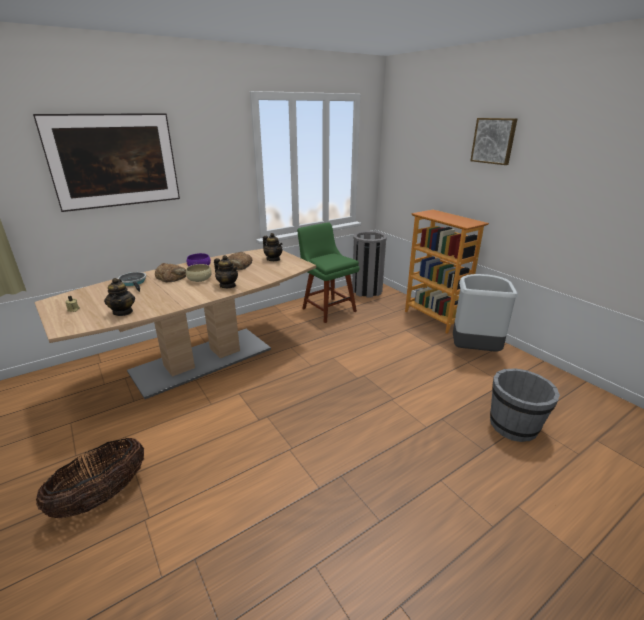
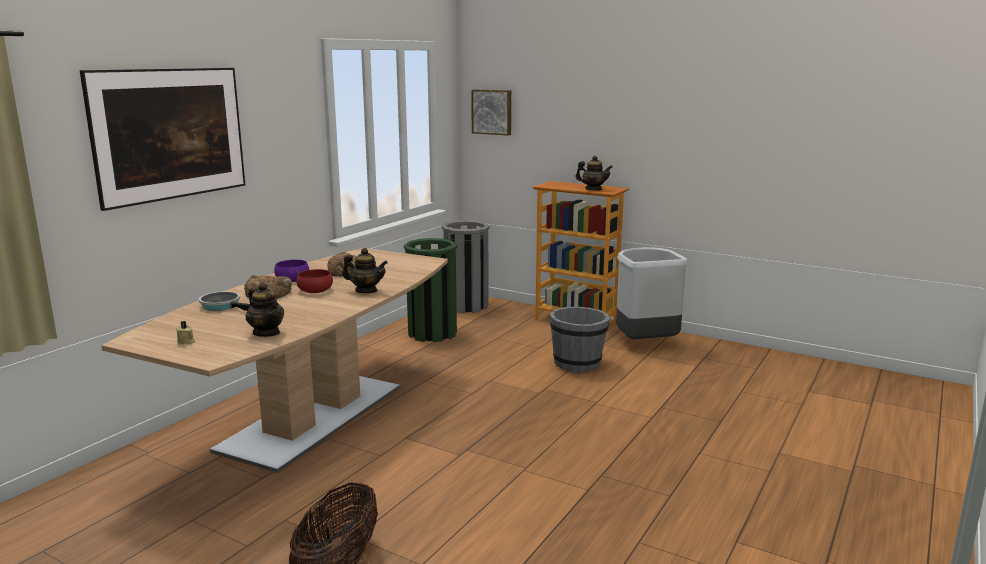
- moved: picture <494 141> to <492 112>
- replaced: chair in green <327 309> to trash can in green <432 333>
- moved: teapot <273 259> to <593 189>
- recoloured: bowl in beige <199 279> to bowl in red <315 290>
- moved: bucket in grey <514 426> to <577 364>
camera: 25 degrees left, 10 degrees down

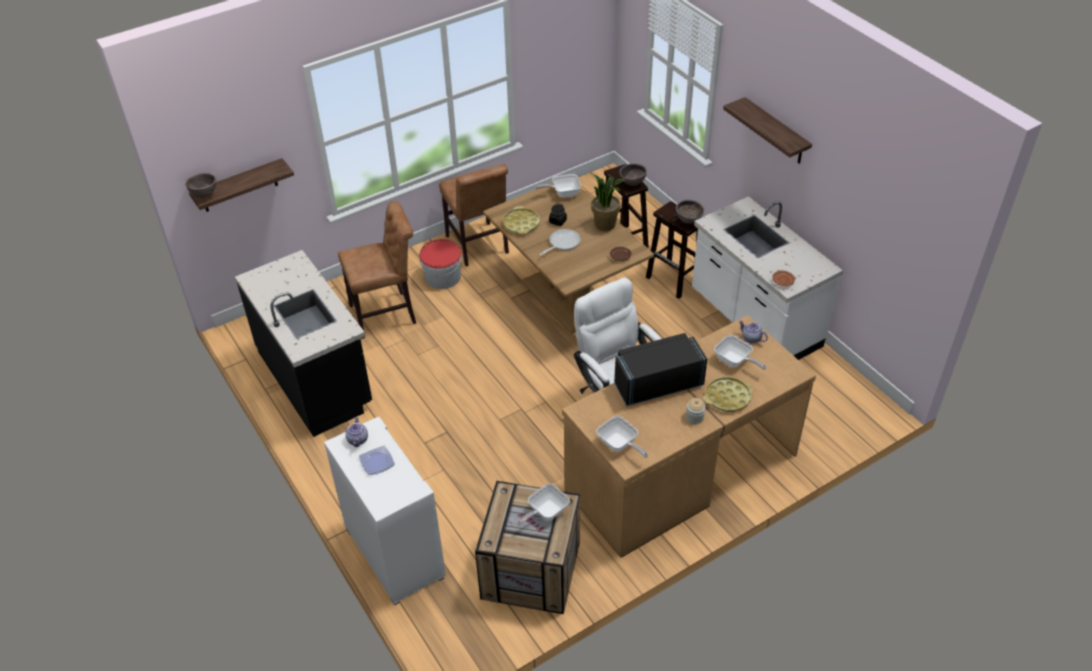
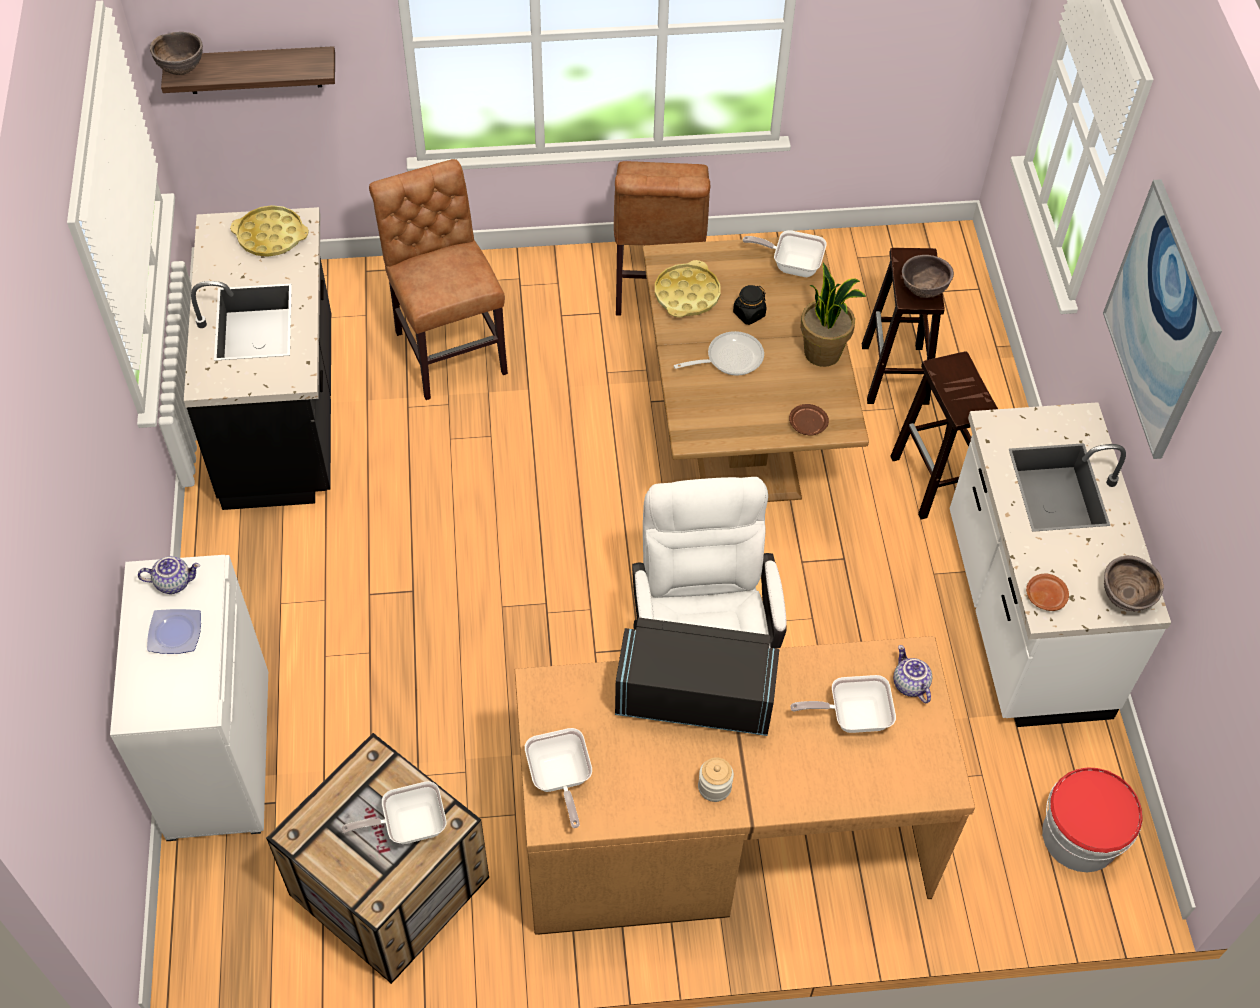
- replaced: shelf <775 132> to picture <1161 321>
- moved: bowl in brown <688 221> to <1125 599>
- turned: chair in brown <386 314> = <448 348> 120 degrees counterclockwise
- moved: bucket <442 276> to <1080 835>
- turned: frying pan <735 362> = <851 716> 105 degrees clockwise
- moved: tray in yellow <727 397> to <271 236>
- turned: teapot <358 440> = <174 582> 120 degrees counterclockwise
camera: 25 degrees right, 10 degrees up

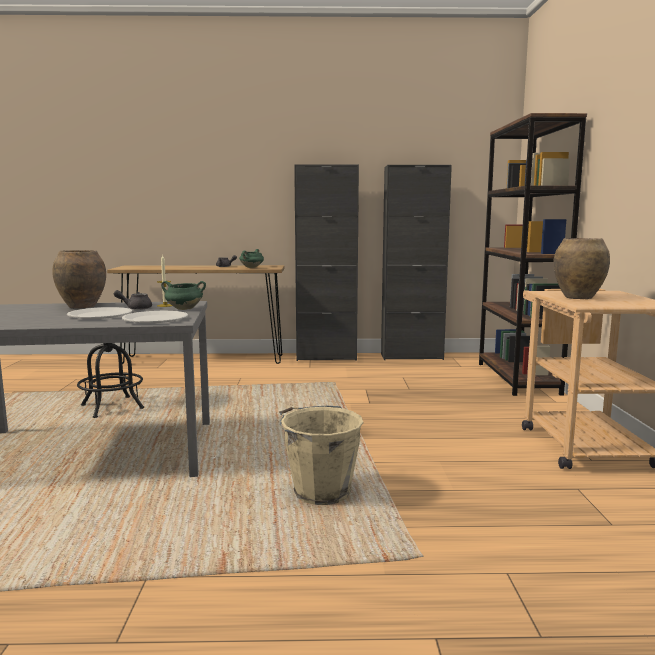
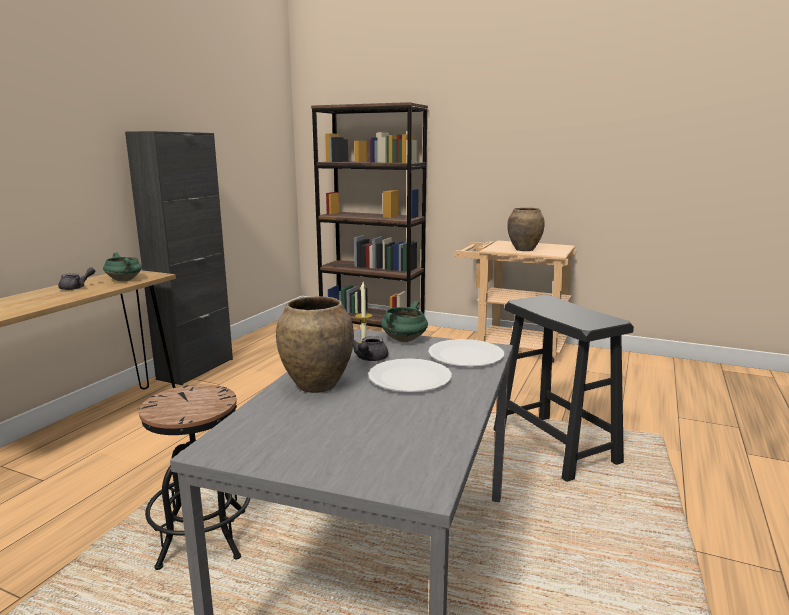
- removed: cabinet in black <411 356>
- replaced: bucket in beige <320 492> to stool in black <555 446>
camera: 65 degrees left, 5 degrees up

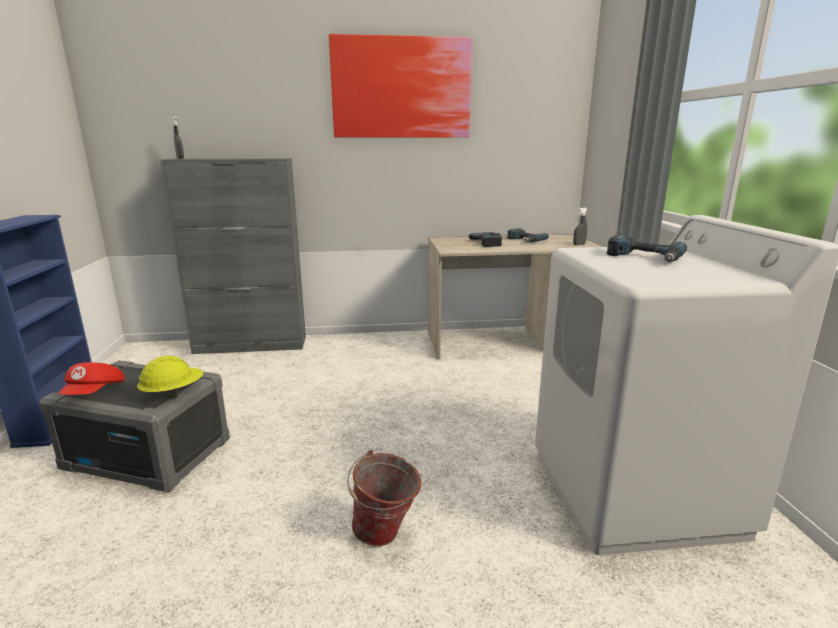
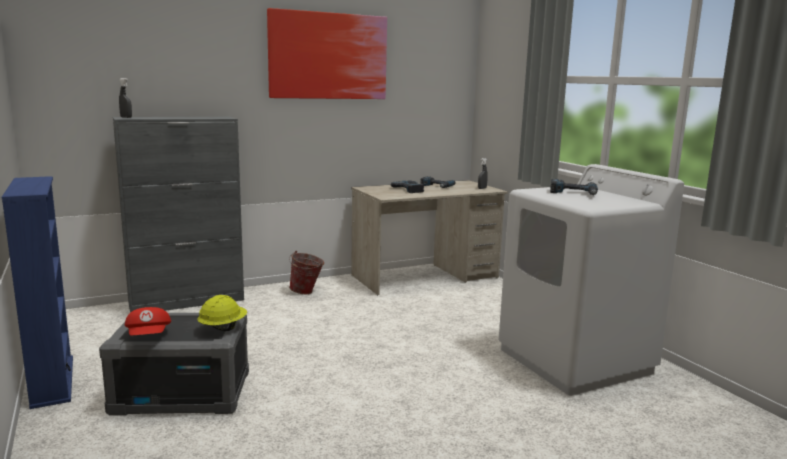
- moved: bucket <385 536> to <306 292>
camera: 20 degrees left, 5 degrees down

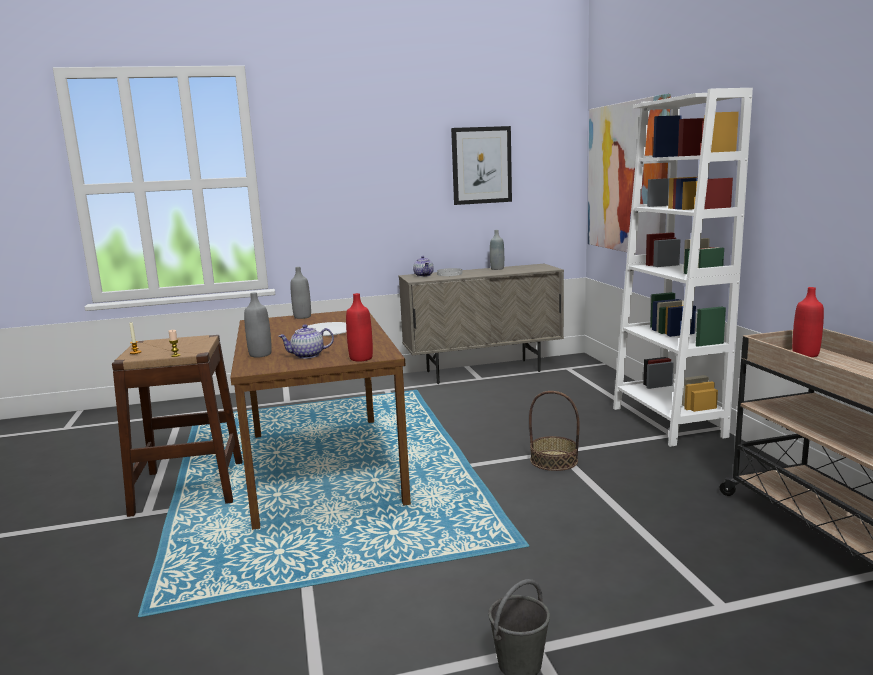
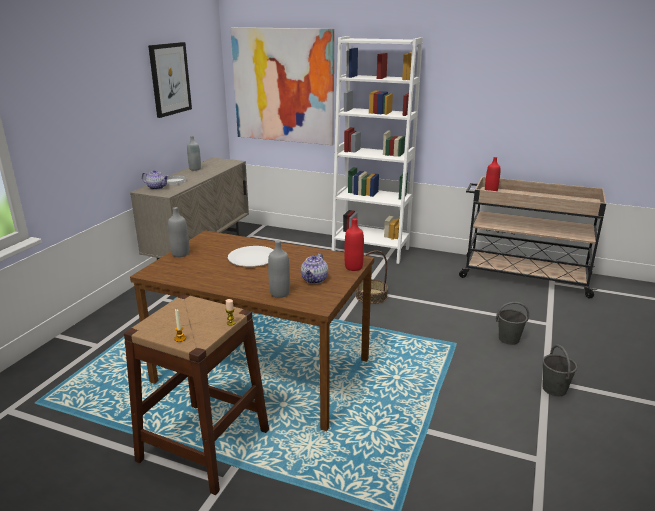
- added: bucket in grey <508 339>
camera: 55 degrees left, 10 degrees up

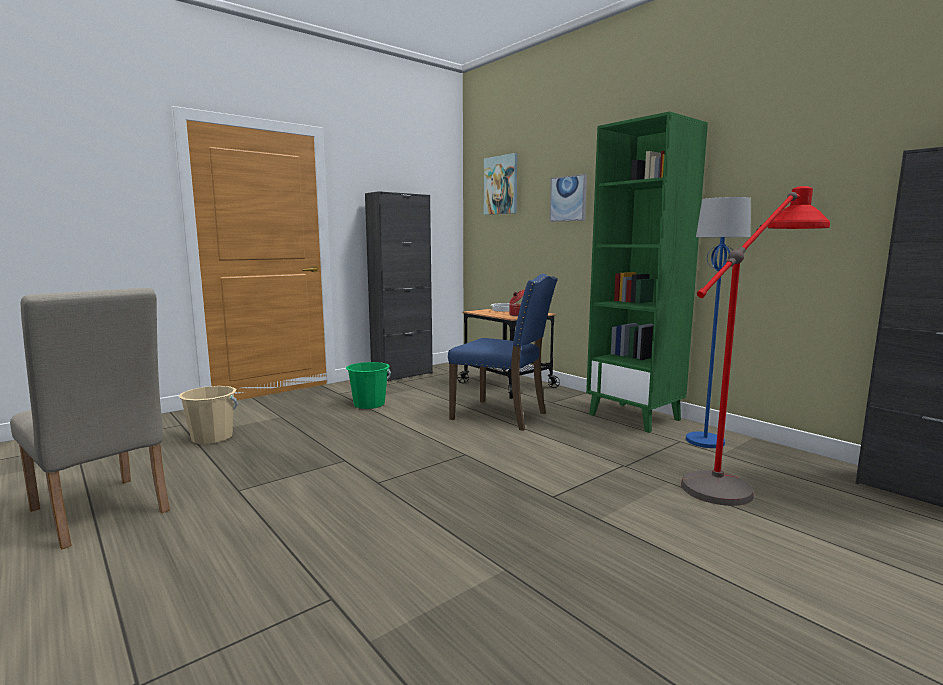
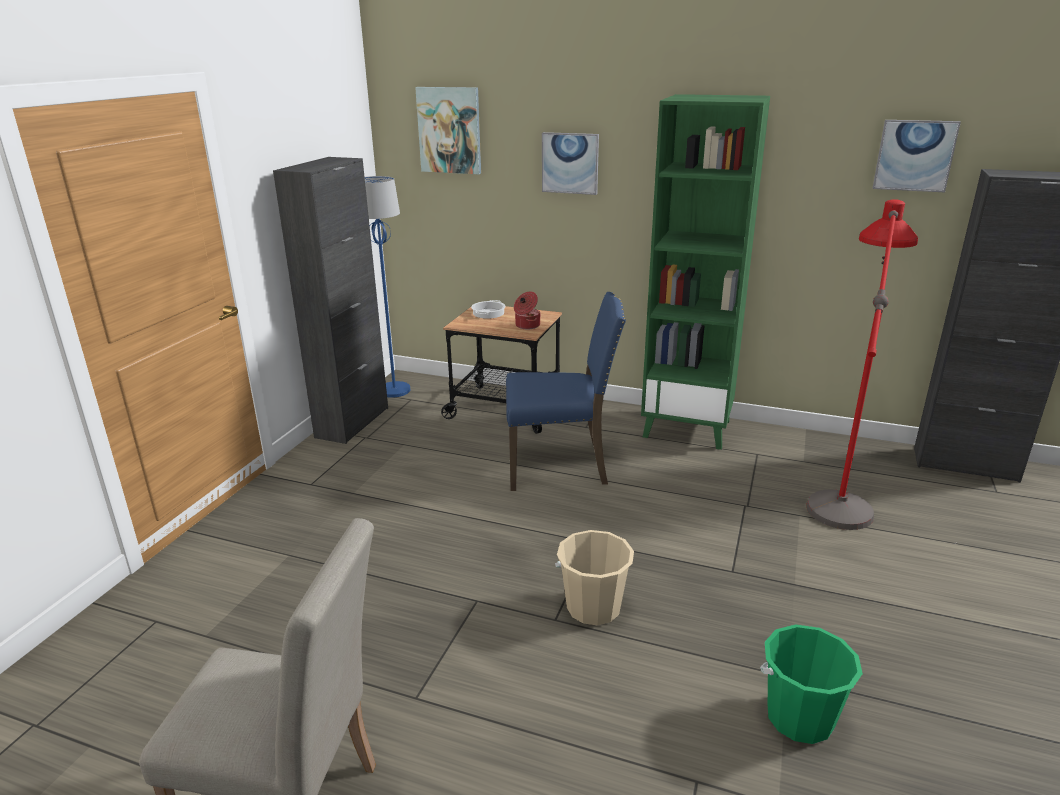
- moved: floor lamp in blue <704 441> to <394 390>
- moved: bucket in green <369 404> to <799 718>
- moved: bucket in beige <212 438> to <593 607>
- added: picture <914 155>
camera: 30 degrees left, 15 degrees up

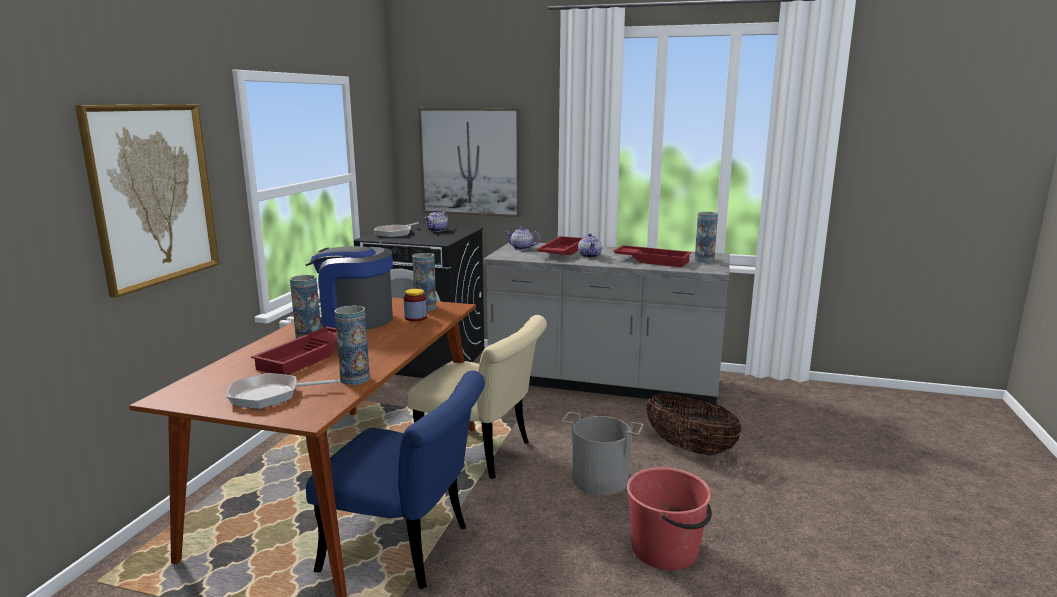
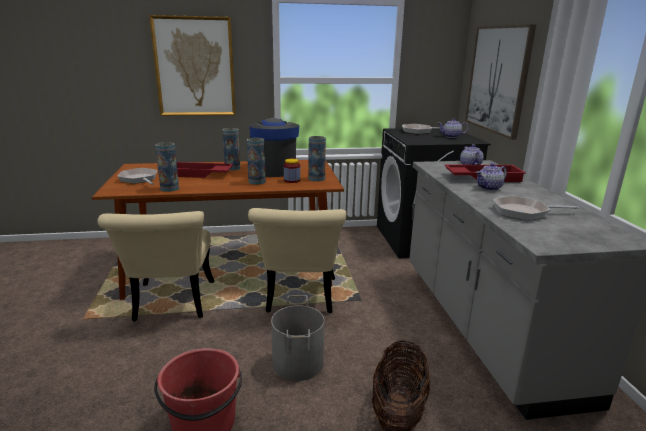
- moved: vase <704 260> to <257 182>
- replaced: tray in red <652 260> to frying pan <524 212>
- recoloured: chair in blue <407 549> to chair in beige <171 305>
camera: 65 degrees right, 5 degrees up

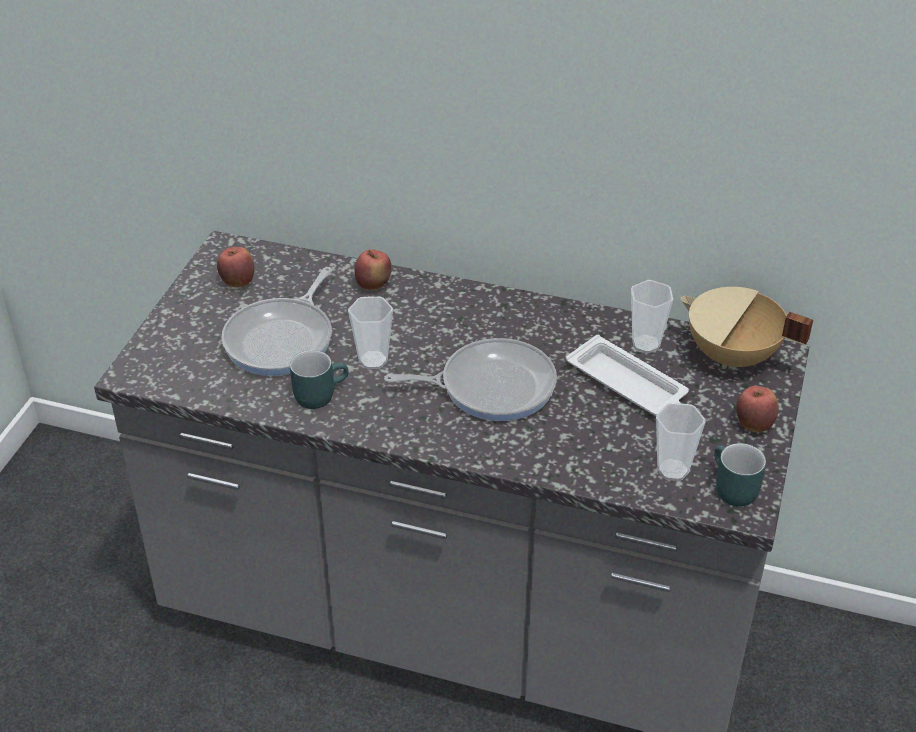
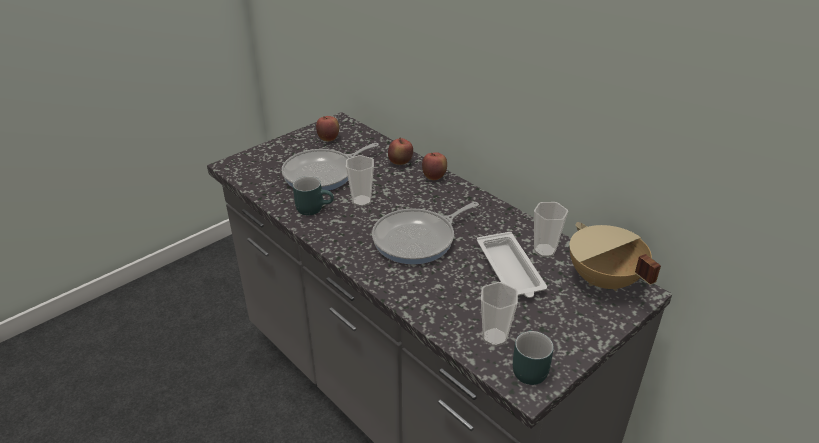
- turned: frying pan <491 386> = <418 239> 120 degrees clockwise
- moved: apple <754 424> to <434 177>
camera: 30 degrees right, 5 degrees down

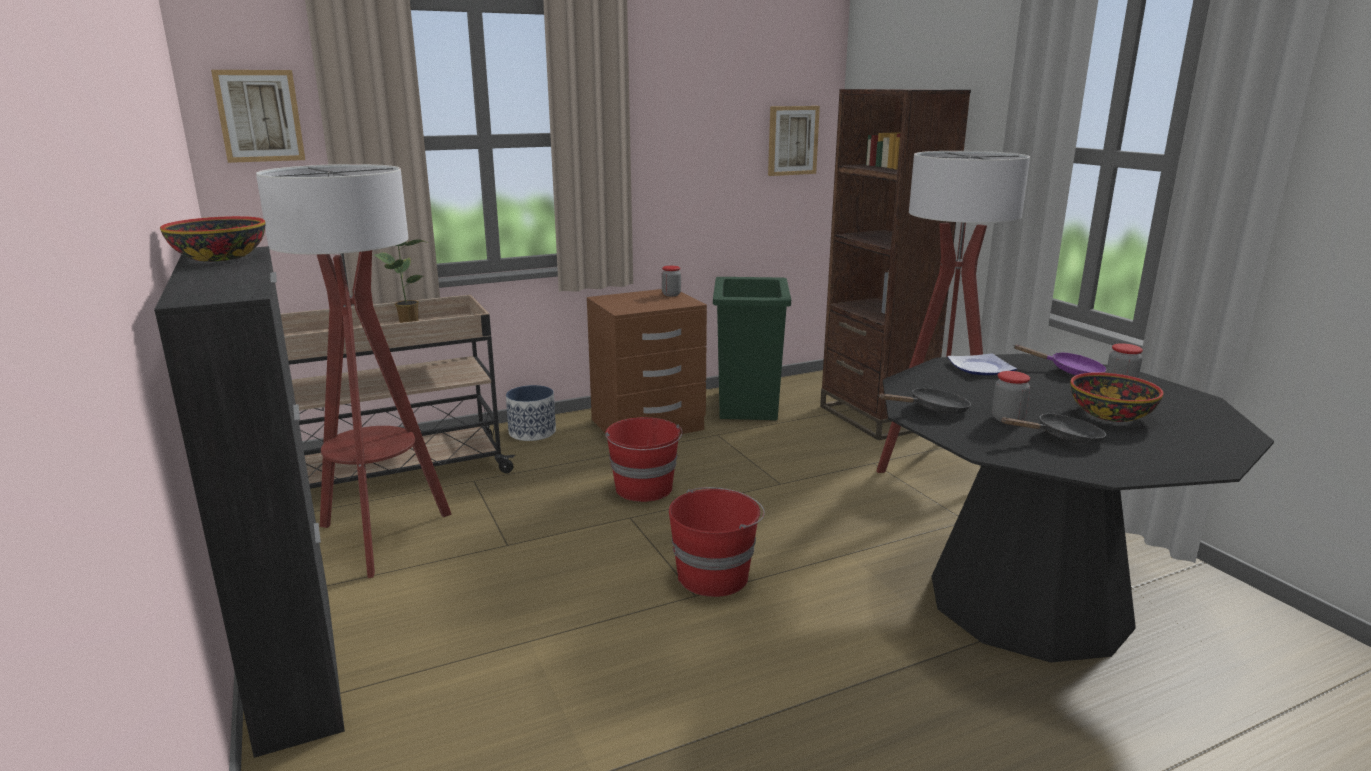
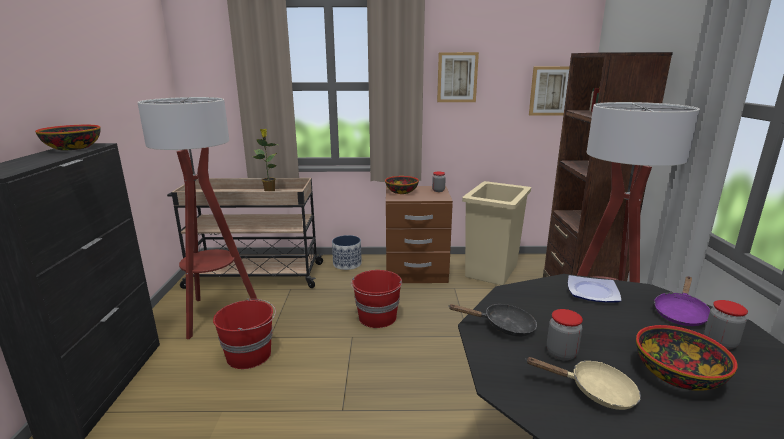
- moved: picture <259 116> to <457 77>
- recoloured: trash can in green <747 406> to trash can in beige <490 271>
- turned: frying pan in purple <1070 371> = <680 313> 75 degrees clockwise
- recoloured: frying pan in black <1062 438> to frying pan in beige <595 391>
- moved: bucket in red <714 576> to <250 355>
- added: bowl <402 192>
camera: 25 degrees right, 0 degrees up

